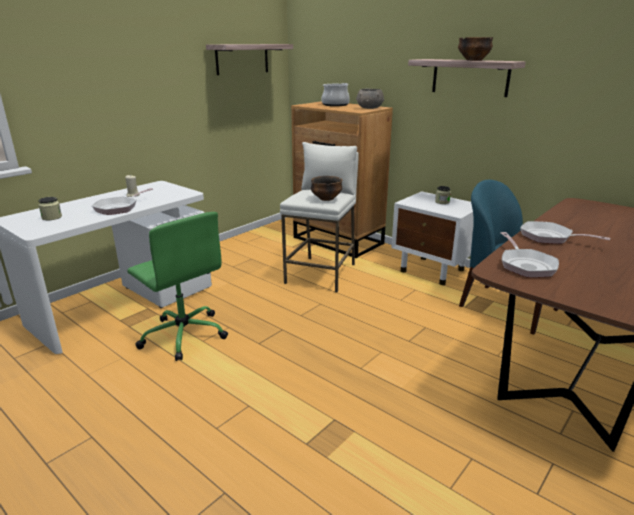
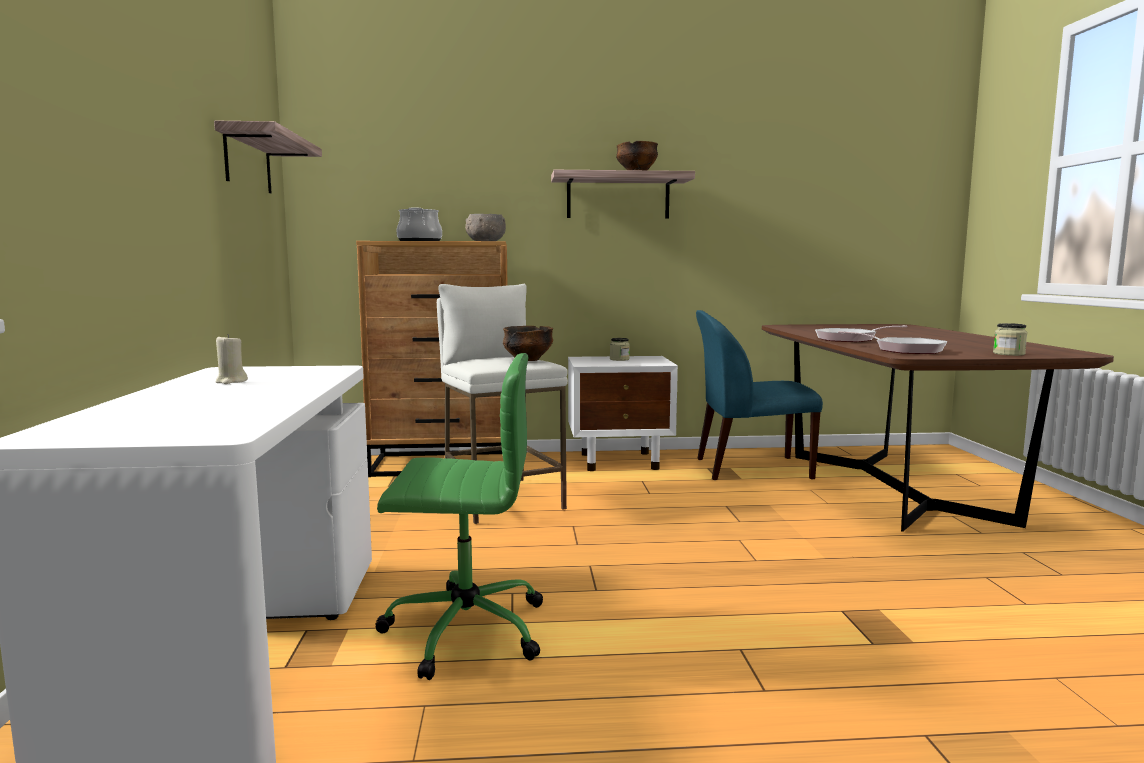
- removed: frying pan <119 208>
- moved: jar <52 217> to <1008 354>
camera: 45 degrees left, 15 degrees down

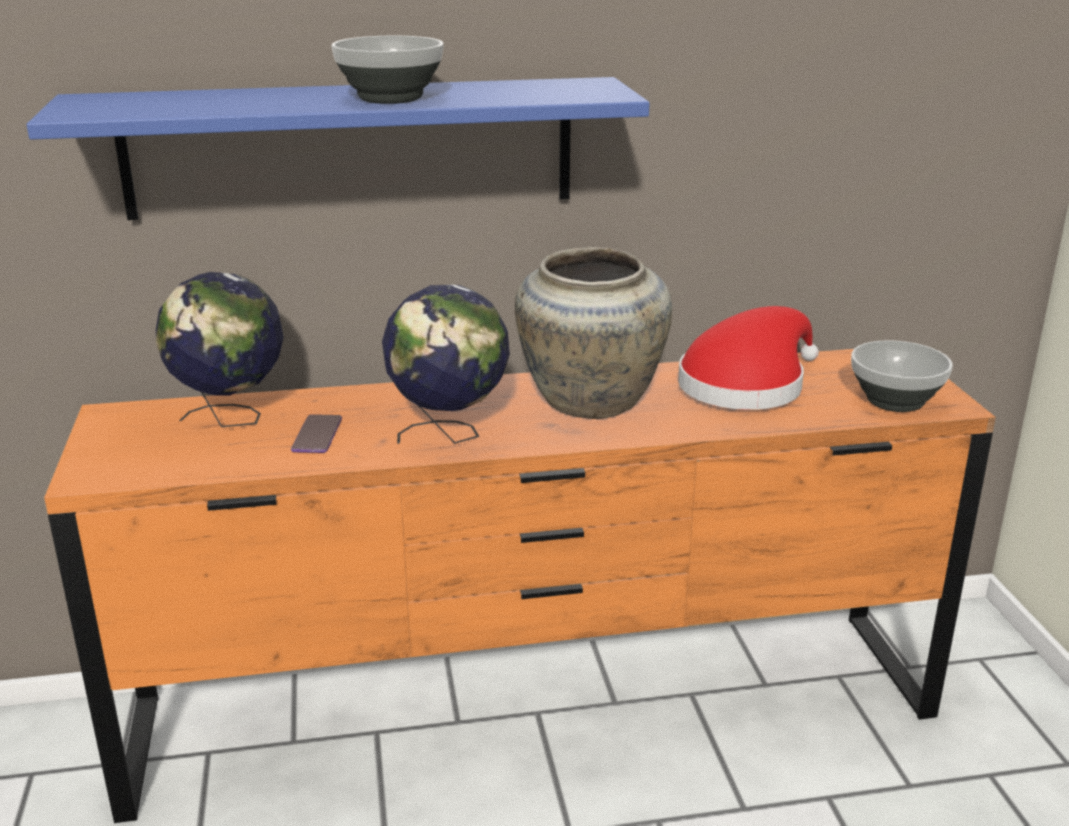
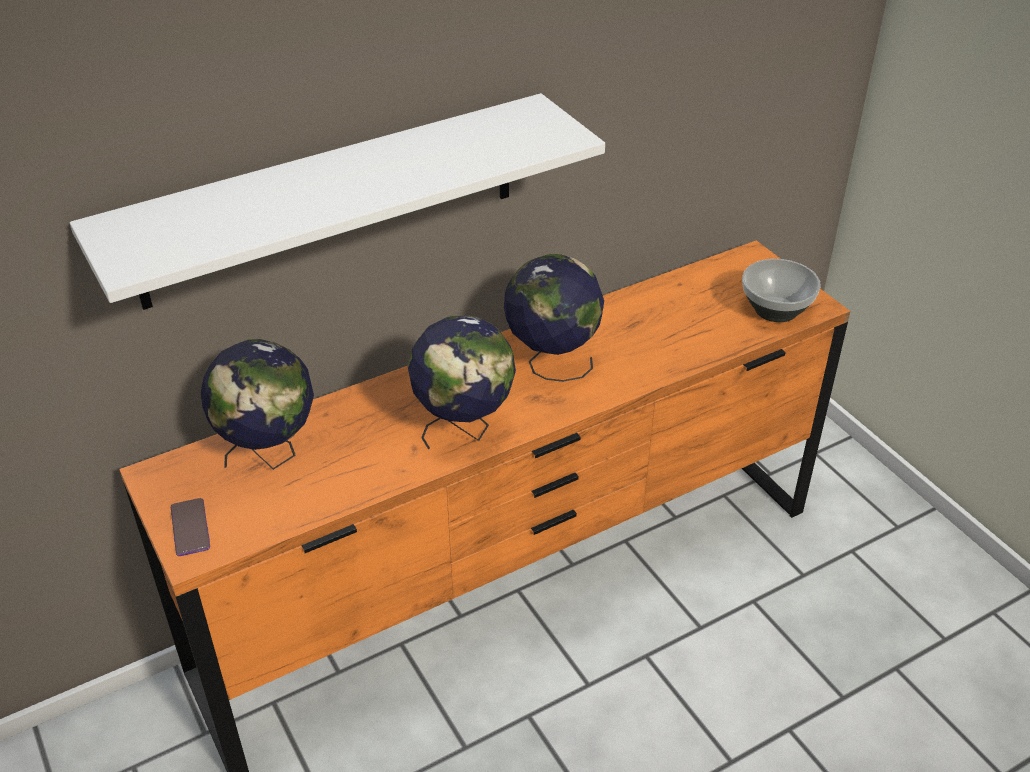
- removed: bowl <388 98>
- recoloured: shelf in blue <350 148> to shelf in white <330 201>
- replaced: vase in beige <589 402> to globe <551 364>
- removed: hat in red <746 384>
- moved: phone <317 435> to <190 528>
camera: 20 degrees left, 15 degrees up

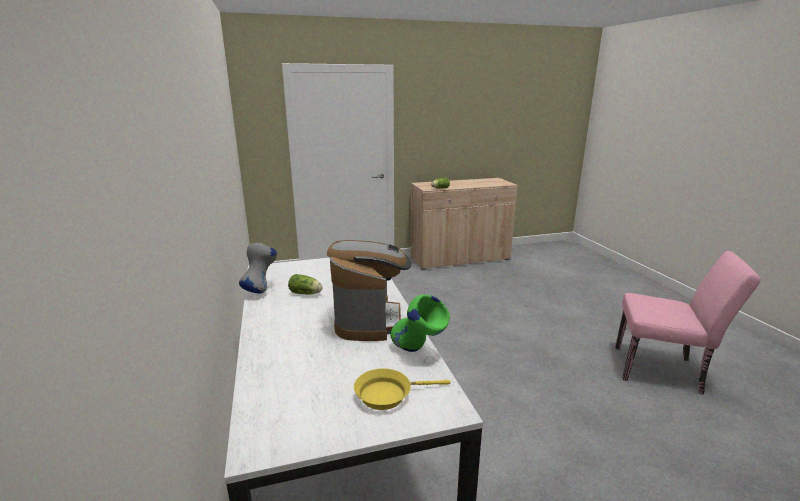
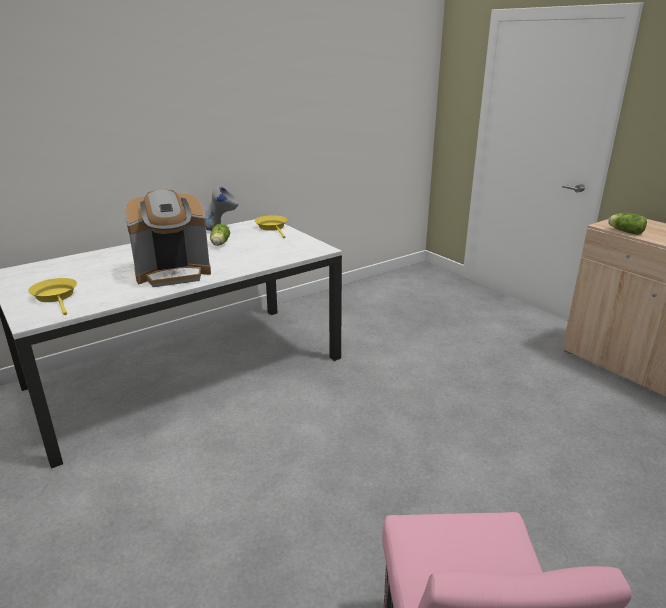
- removed: vase in green <418 352>
- added: frying pan in yellow <272 227>
camera: 70 degrees right, 5 degrees up

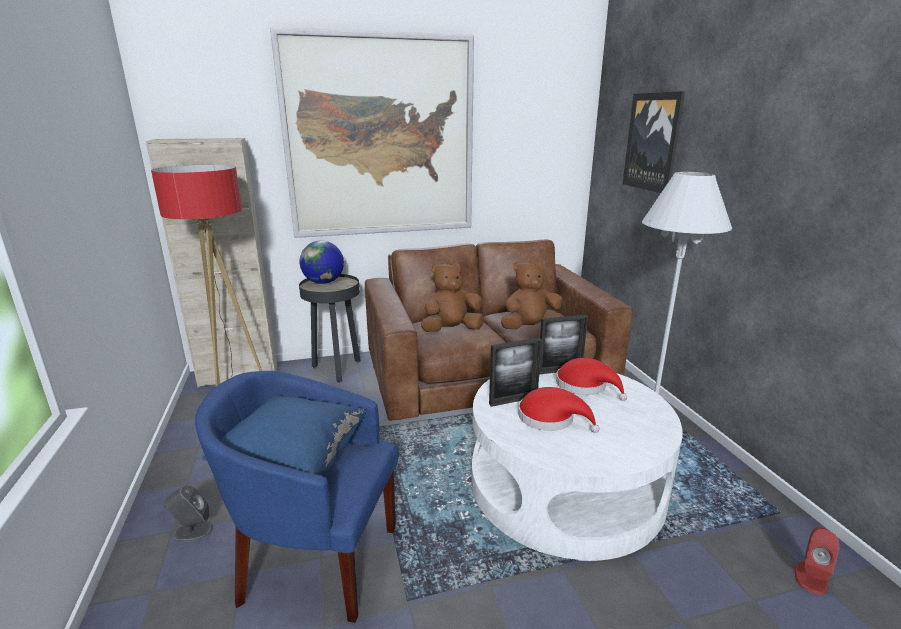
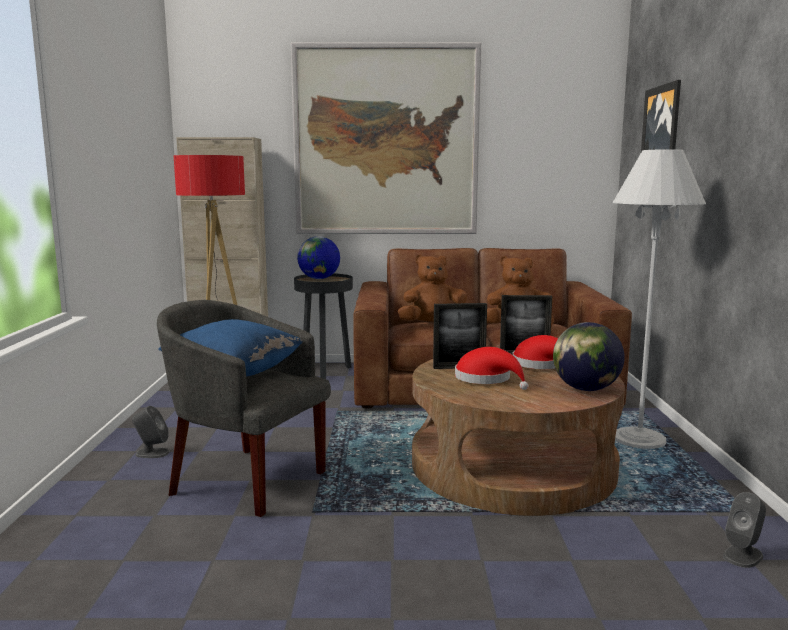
- recoloured: armchair in blue <315 558> to armchair in grey <245 480>
- recoloured: coffee table in white <565 483> to coffee table in brown <512 465>
- recoloured: speaker in red <811 577> to speaker in grey <743 555>
- added: globe <585 389>
camera: 15 degrees right, 10 degrees down

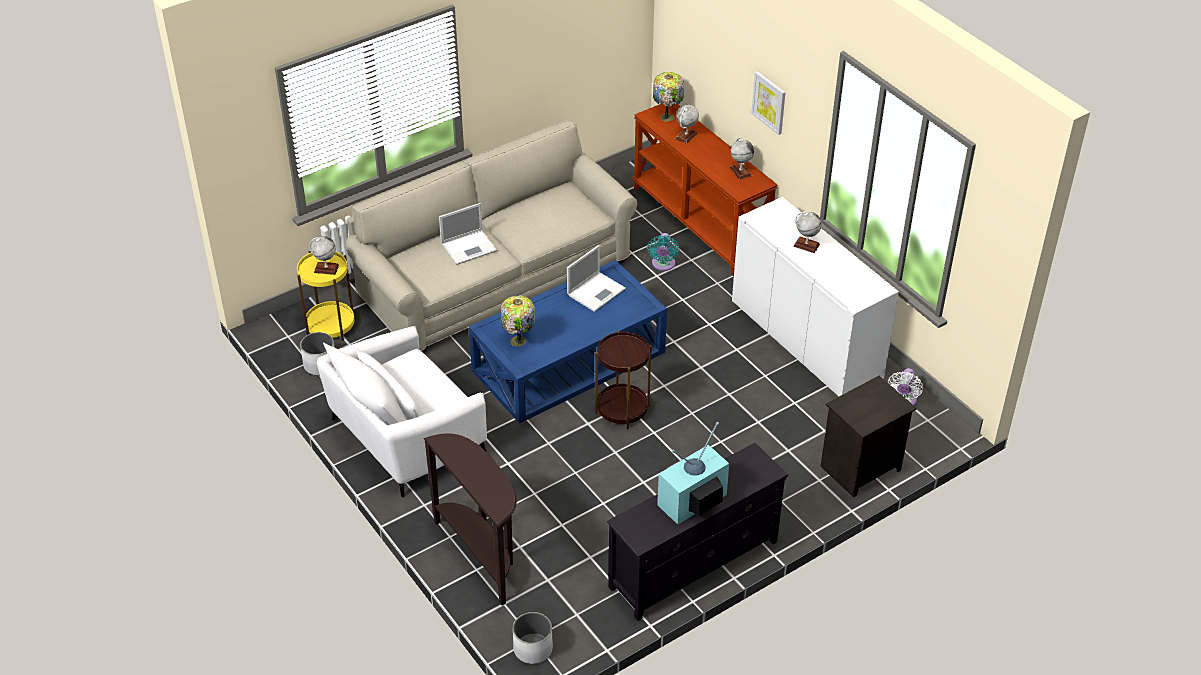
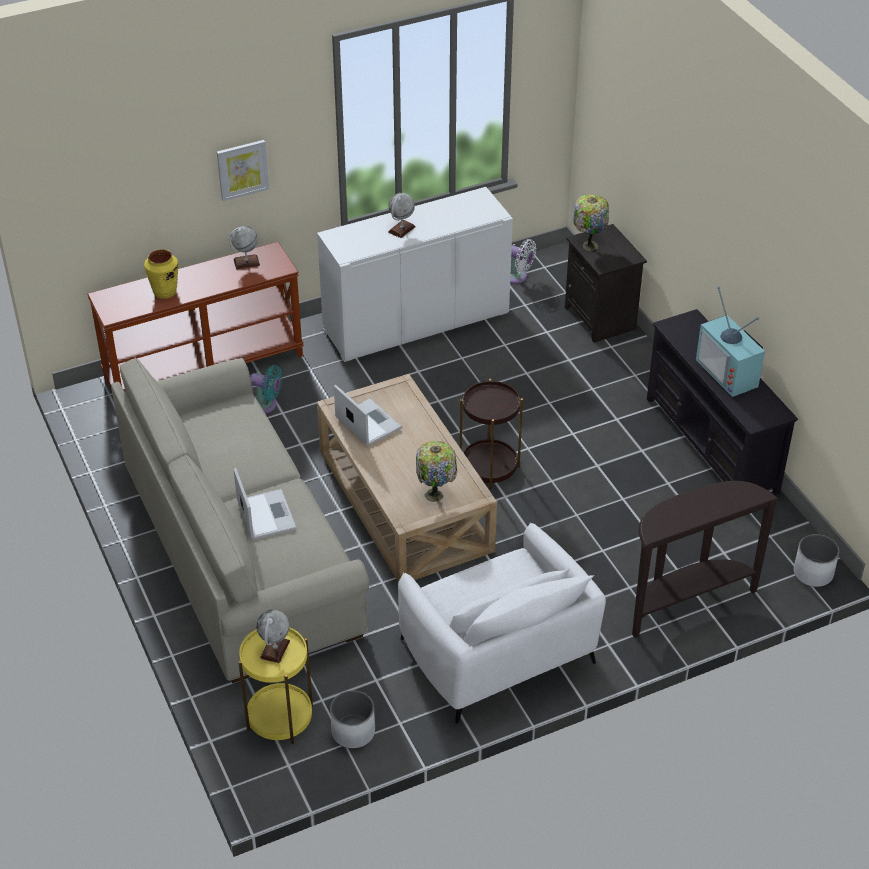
- moved: table lamp <667 116> to <589 244>
- replaced: globe <686 136> to vase in yellow <165 292>
- recoloured: coffee table in blue <568 361> to coffee table in beige <403 500>
camera: 80 degrees left, 0 degrees up

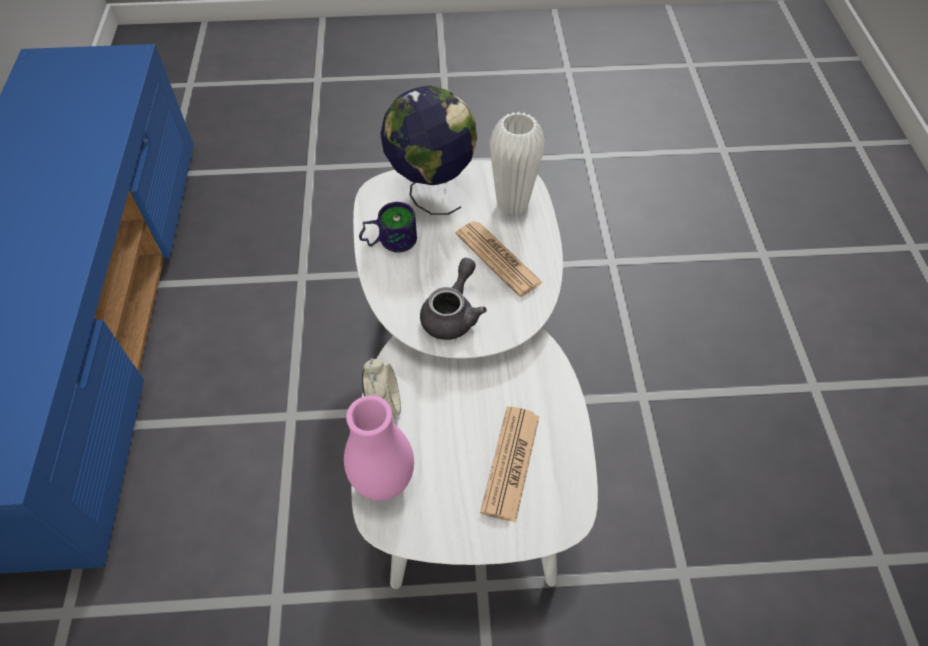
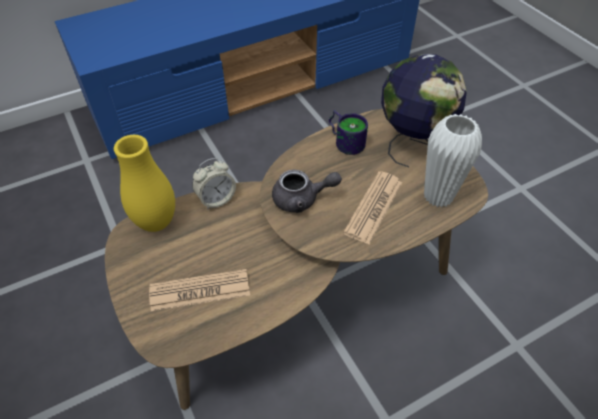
- recoloured: coffee table in white <464 409> to coffee table in brown <299 289>
- recoloured: vase in pink <383 482> to vase in yellow <156 222>
camera: 65 degrees right, 5 degrees down

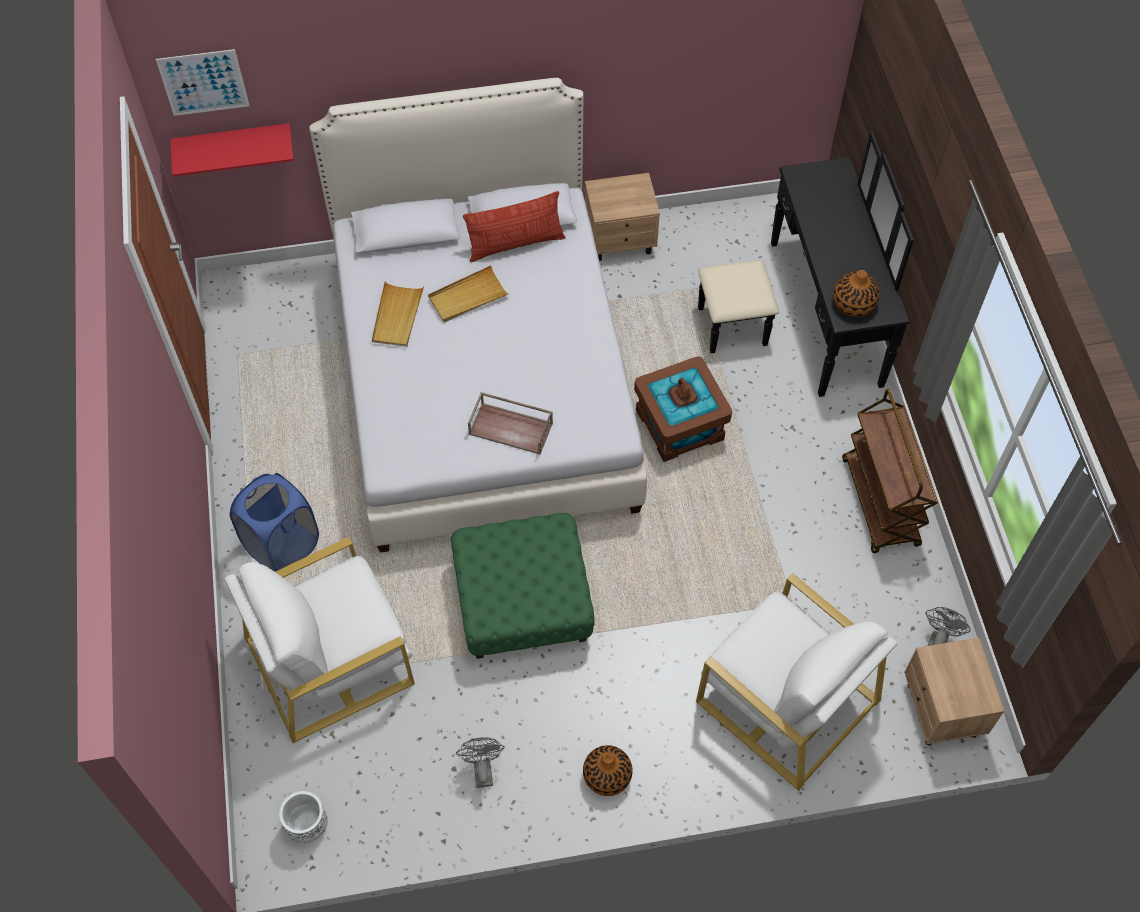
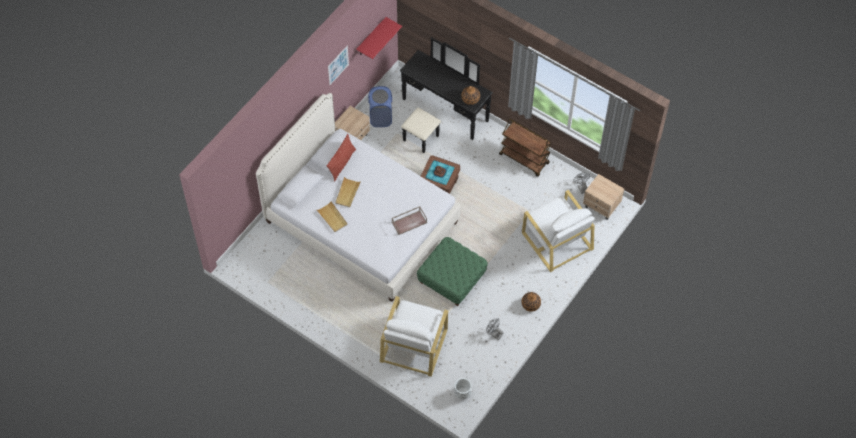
- moved: picture <203 82> to <338 65>
- moved: shelf in red <233 144> to <371 37>
- moved: laundry basket in blue <283 546> to <381 117>
- turned: armchair in white <786 699> = <557 240> 60 degrees clockwise
camera: 45 degrees left, 0 degrees up

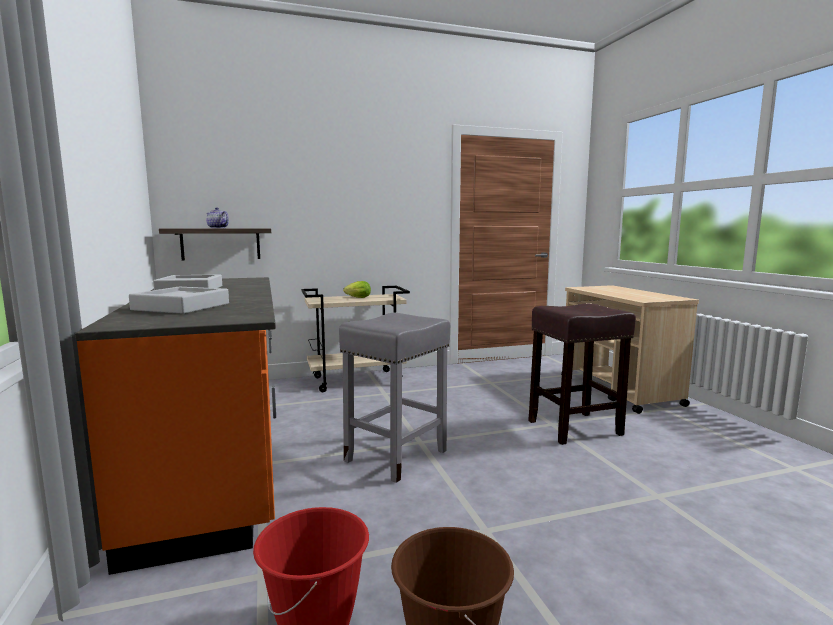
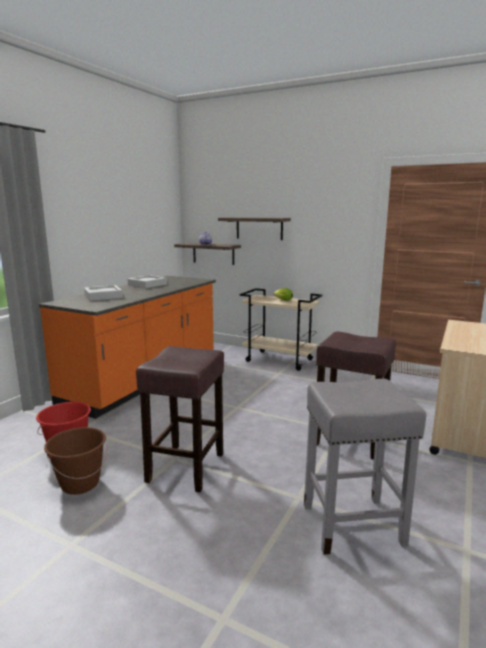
- moved: stool in grey <397 455> to <354 524>
- added: shelf <259 228>
- added: stool in brown <186 466>
camera: 45 degrees right, 5 degrees up

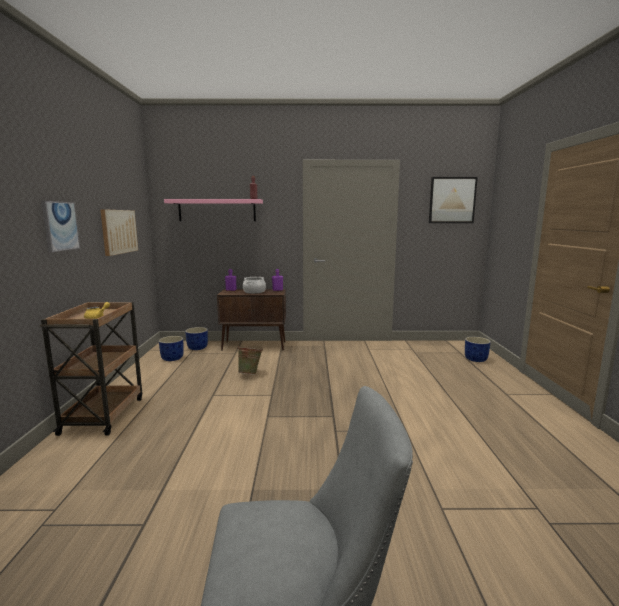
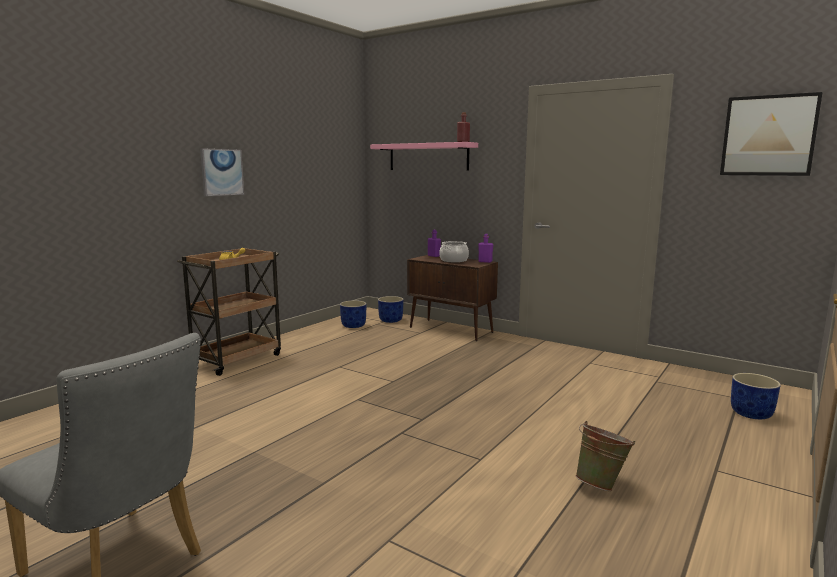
- removed: picture <119 231>
- moved: bucket in green <250 374> to <601 484>
camera: 35 degrees right, 0 degrees up

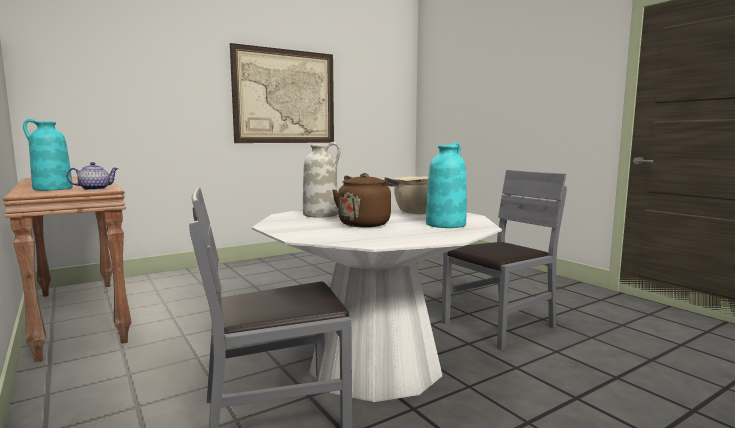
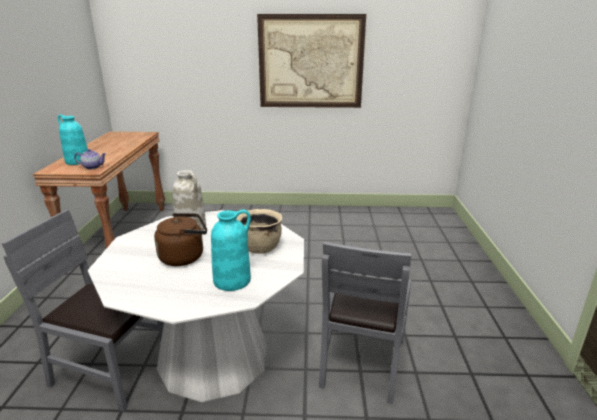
- turned: chair in grey <499 325> = <361 361> 105 degrees clockwise
camera: 35 degrees right, 15 degrees up

